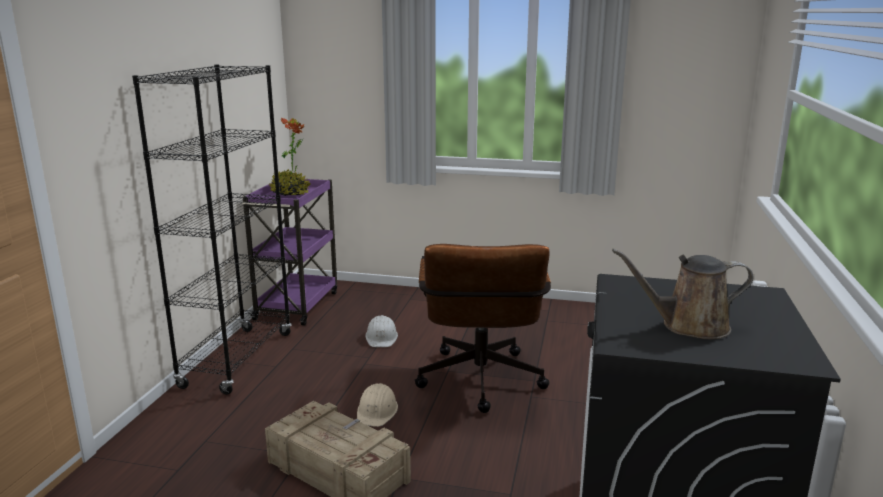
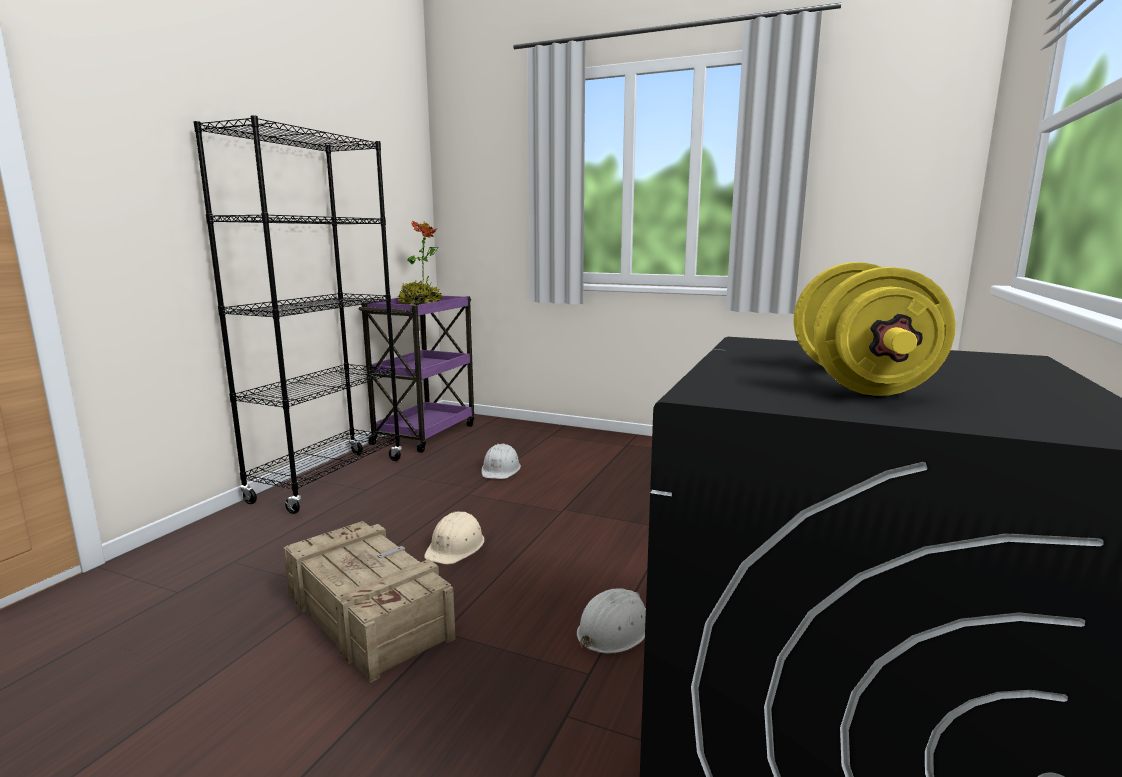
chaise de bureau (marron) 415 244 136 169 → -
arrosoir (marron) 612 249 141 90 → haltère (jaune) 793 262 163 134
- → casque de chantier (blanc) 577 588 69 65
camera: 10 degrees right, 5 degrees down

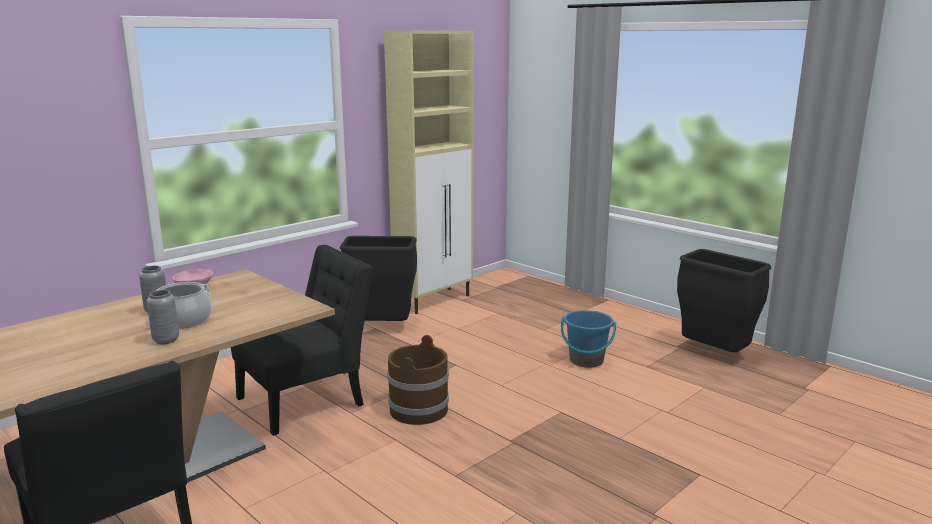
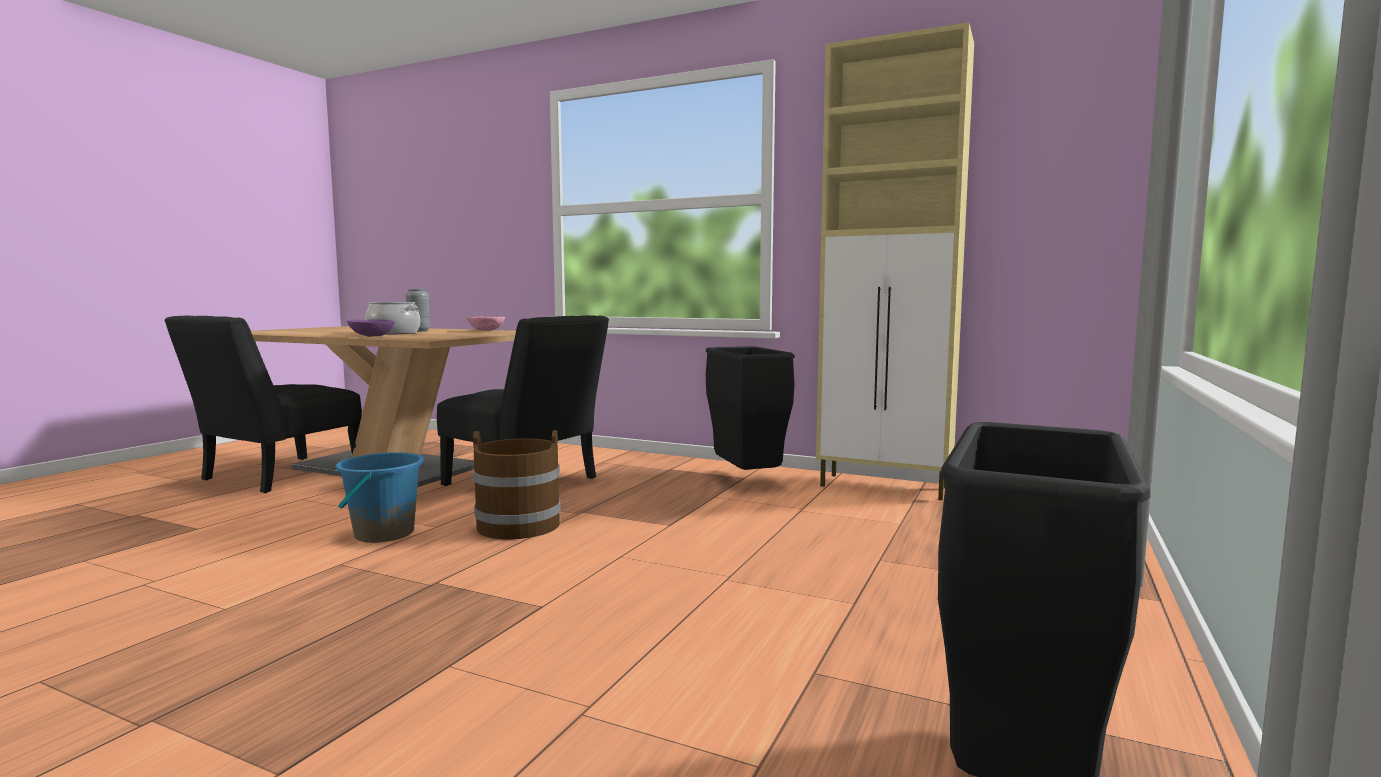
vase (gris) 147 290 32 55 → -
seau (bleu) 561 310 55 58 → seau (bleu) 336 452 88 91, moved
- → bol (violet) 347 319 48 18
camera: 70 degrees right, 10 degrees down

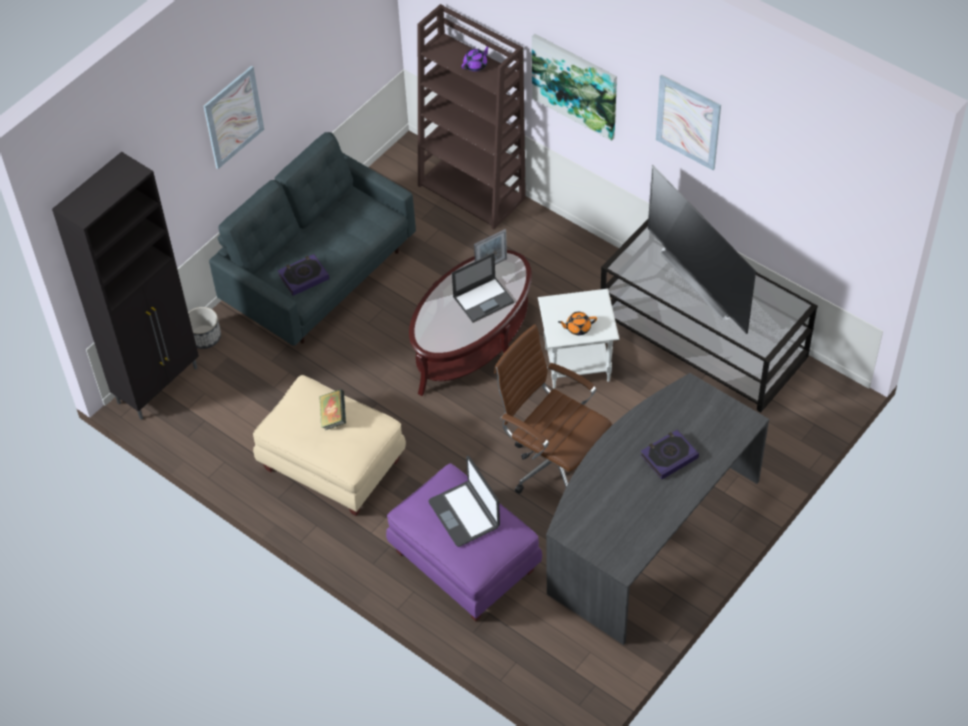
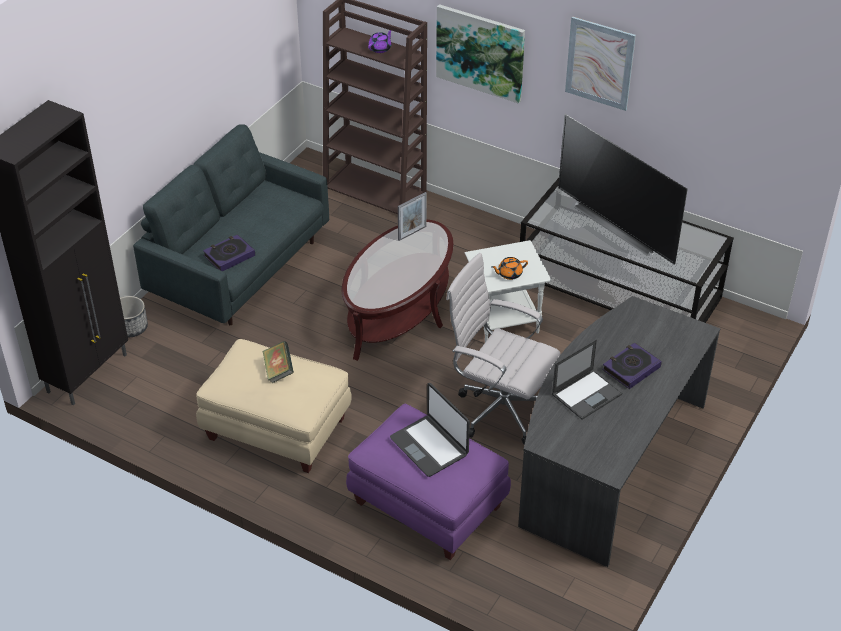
tableau 203 66 61 103 → -
ordinateur portable 452 253 62 69 → ordinateur portable 552 339 70 81, moved
chaise de bureau (marron) 494 324 117 170 → chaise de bureau (blanc) 446 253 114 192
camera: 10 degrees left, 10 degrees down

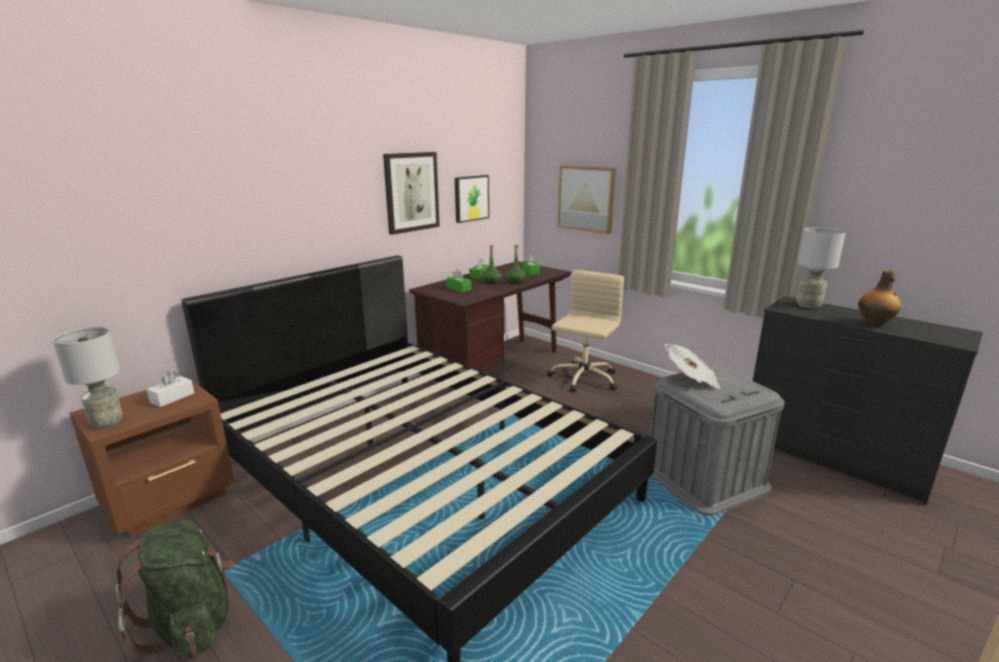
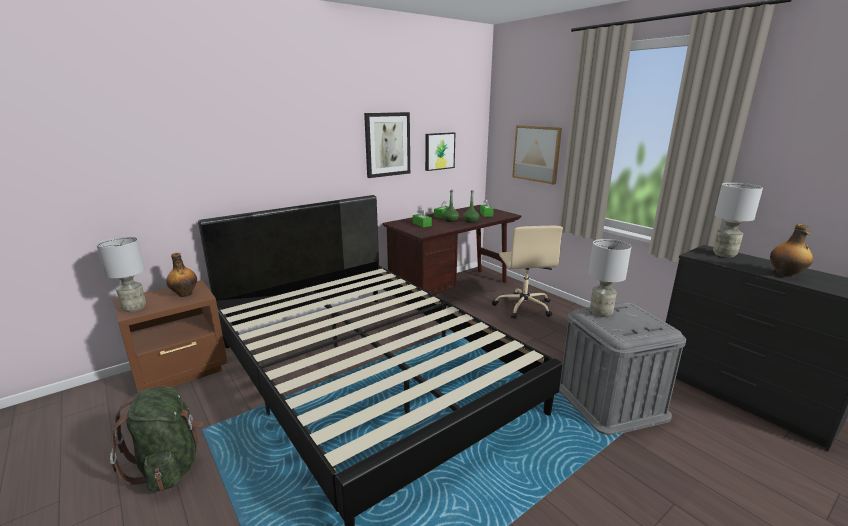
boîte à mouchoirs (blanc) 147 371 47 36 → bouteille 166 253 31 44
chaise de bureau (beige) 547 270 77 122 → chaise de bureau (beige) 492 226 71 93, 135 degrees clockwise
journal 665 344 56 45 → lampe de table (gris) 588 239 43 78
camera: 10 degrees right, 0 degrees up

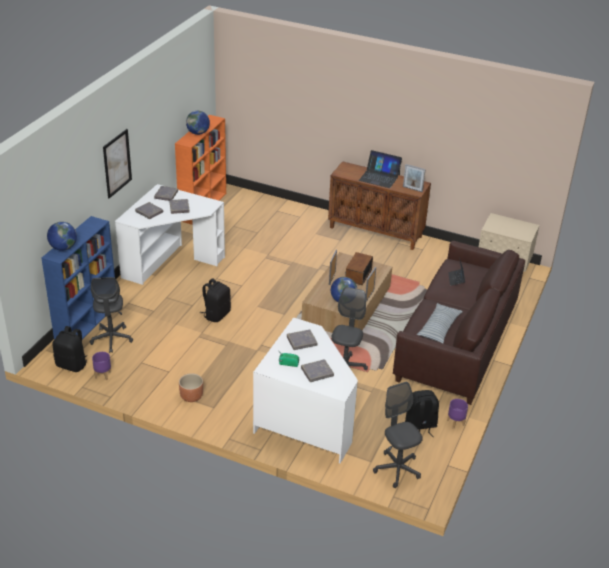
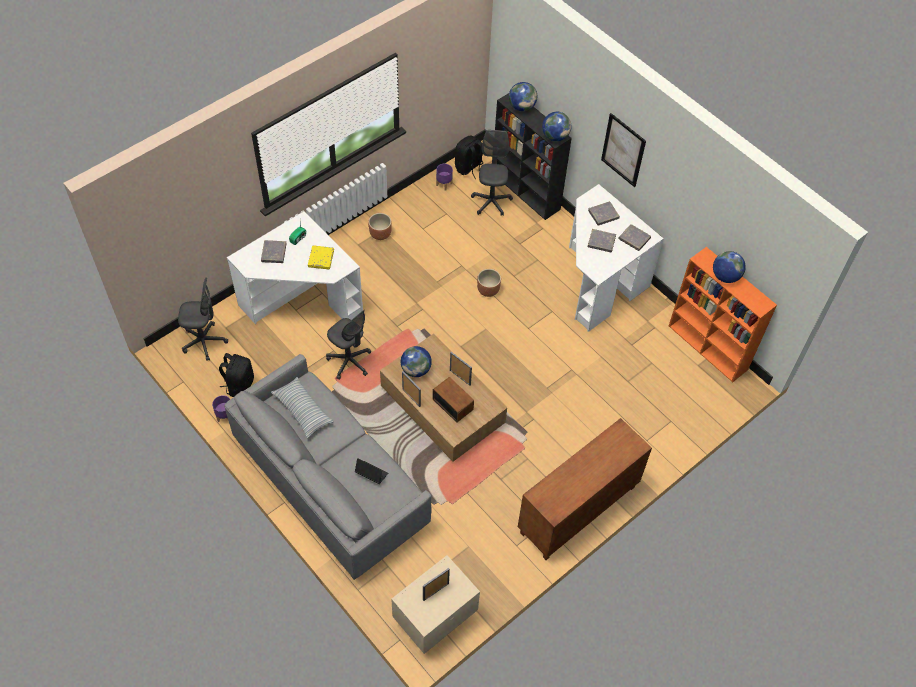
bibliothèque (bleu) 41 216 74 124 → bibliothèque (noir) 495 93 77 127
chaise de bureau (gris) 90 277 43 76 → chaise de bureau (gris) 471 130 42 86, 75 degrees clockwise
sac à dos (noir) 200 278 31 44 → cache-pot (marron) 477 269 24 28
livre (gris) 287 330 31 20 → livre (jaune) 308 245 26 24
ordinateur portable 359 150 43 38 → -
canapé (marron) 393 241 132 164 → canapé (gris) 224 354 208 226
cadre photo 403 164 23 28 → cadre photo 423 568 27 33, moved
- → globe 542 112 30 29
camera: 115 degrees right, 20 degrees up

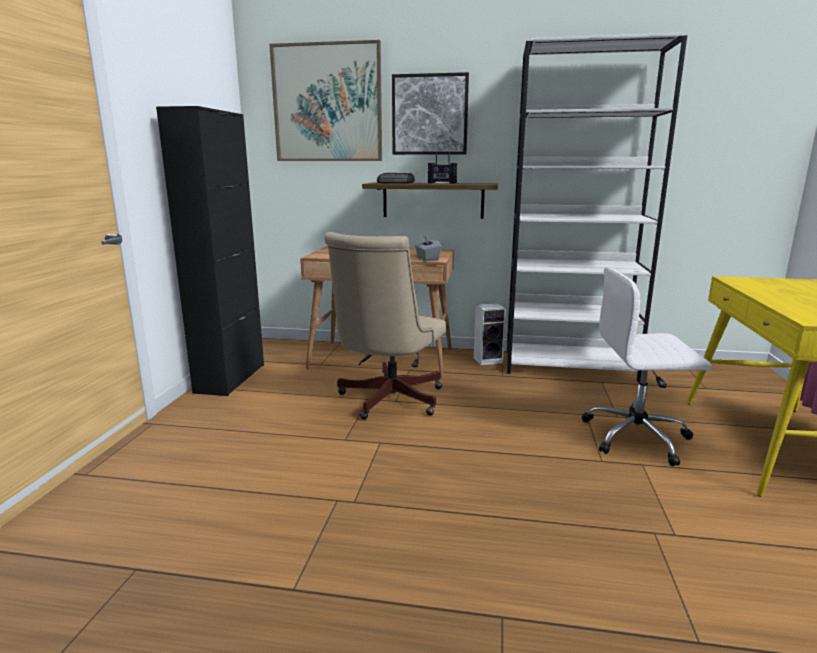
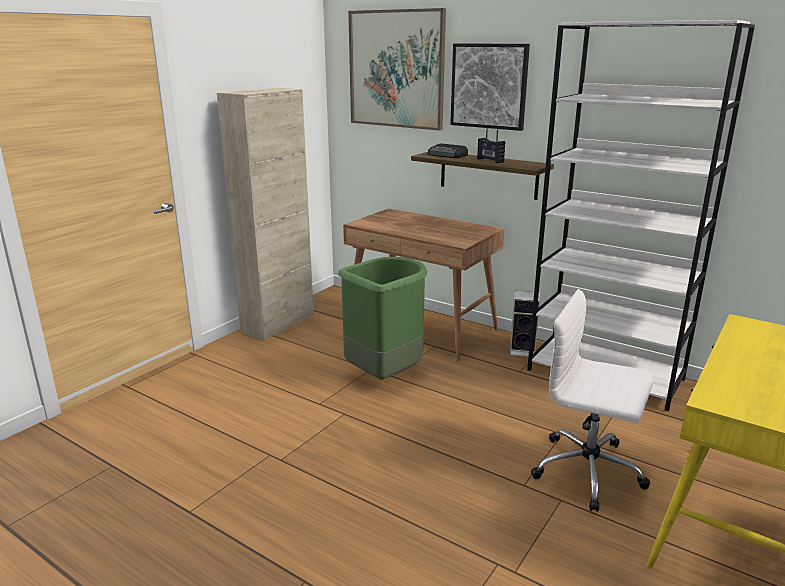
meuble de rangement (noir) 156 106 108 290 → meuble de rangement (beige) 217 88 97 253
chaise de bureau (beige) 324 232 122 188 → poubelle (vert) 338 257 89 123
boîte à mouchoirs (gris) 415 235 26 26 → -
camera: 25 degrees right, 5 degrees up

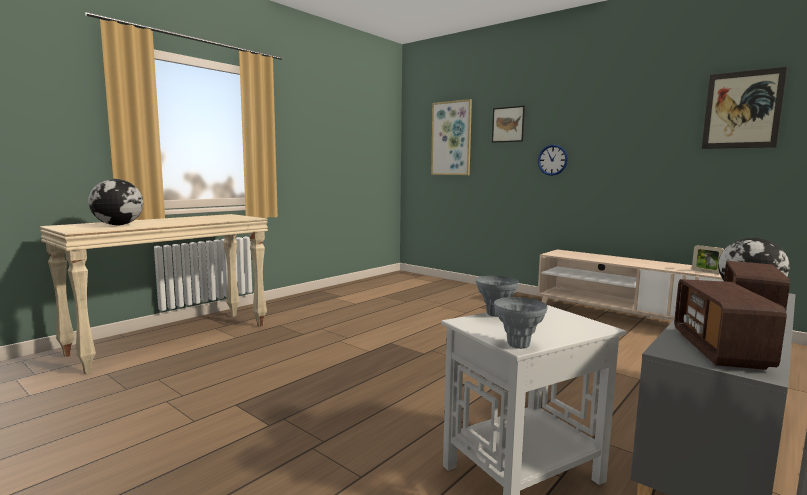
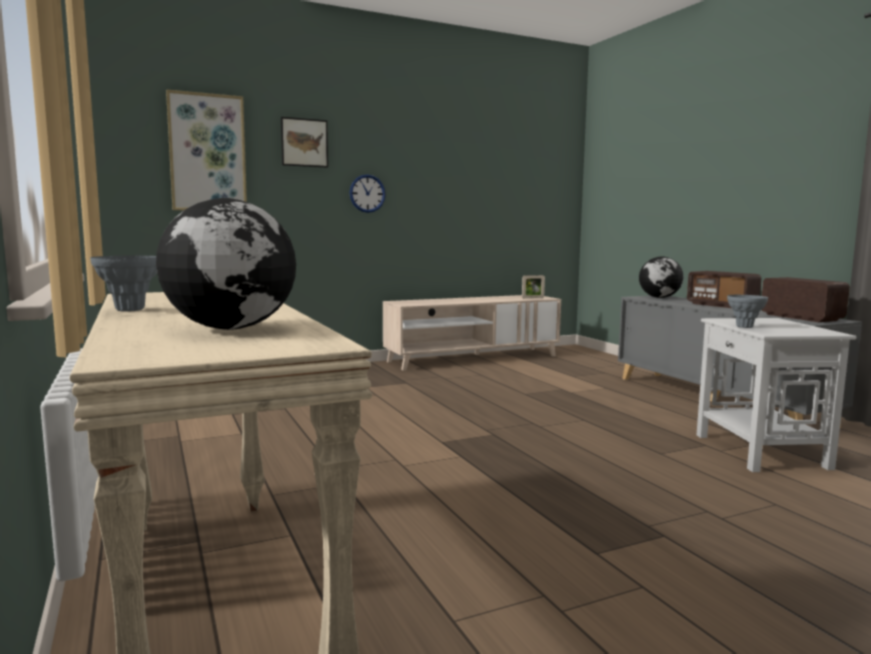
vase (gris) 494 297 53 52 → vase (gris) 90 256 67 56, moved
radio 674 279 113 91 → radio 762 277 88 45, 150 degrees counterclockwise
tableau 702 67 85 82 → -
camera: 65 degrees left, 0 degrees up

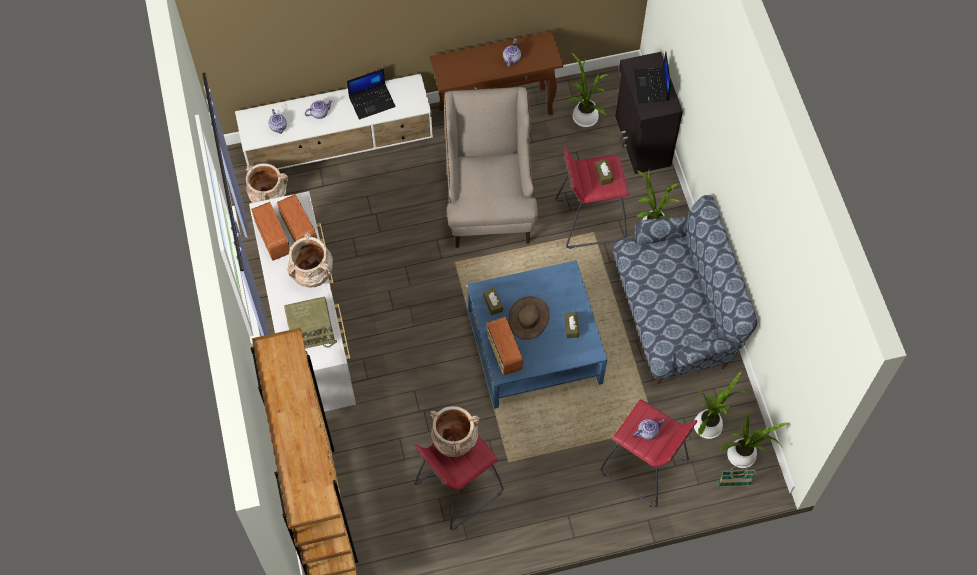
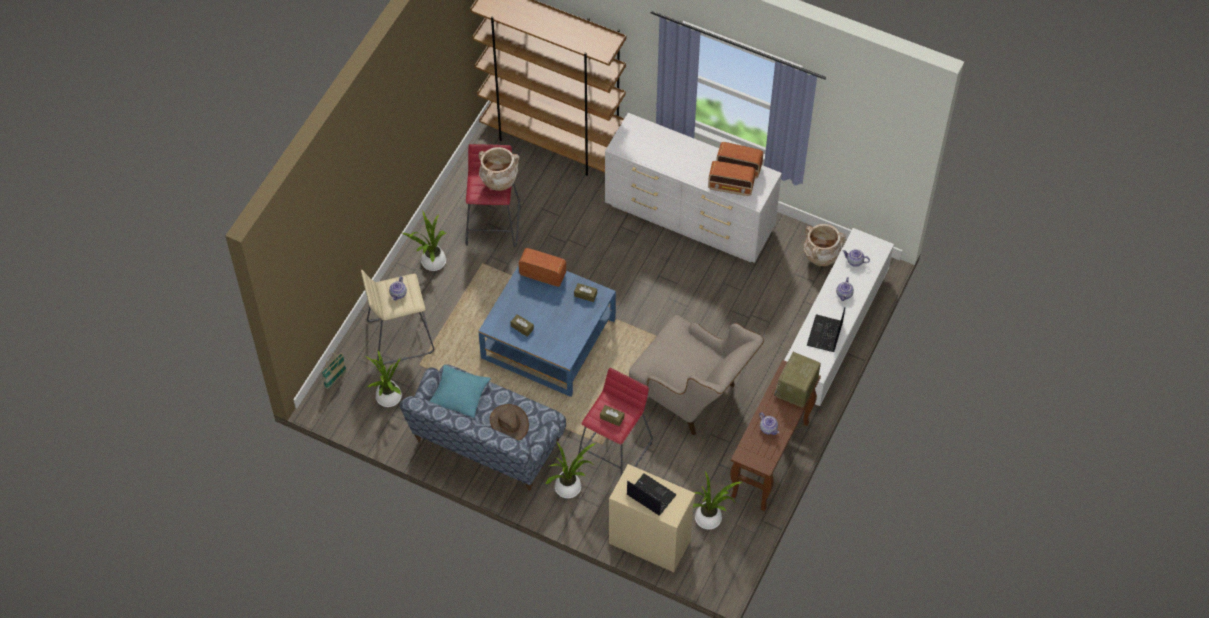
radio 284 297 53 52 → radio 774 352 47 56, moved
vase (beige) 287 232 46 55 → -
chapeau (marron) 509 296 41 44 → chapeau (marron) 490 404 39 37, moved
tabouret (rouge) 601 399 96 109 → tabouret (beige) 361 270 73 95
meuble de rangement (noir) 615 52 68 122 → meuble de rangement (beige) 609 464 86 108
plante en pot 720 409 69 59 → plante en pot 402 210 44 61, moved
- → coussin (turquoise) 430 365 61 53
camera: 130 degrees right, 5 degrees down

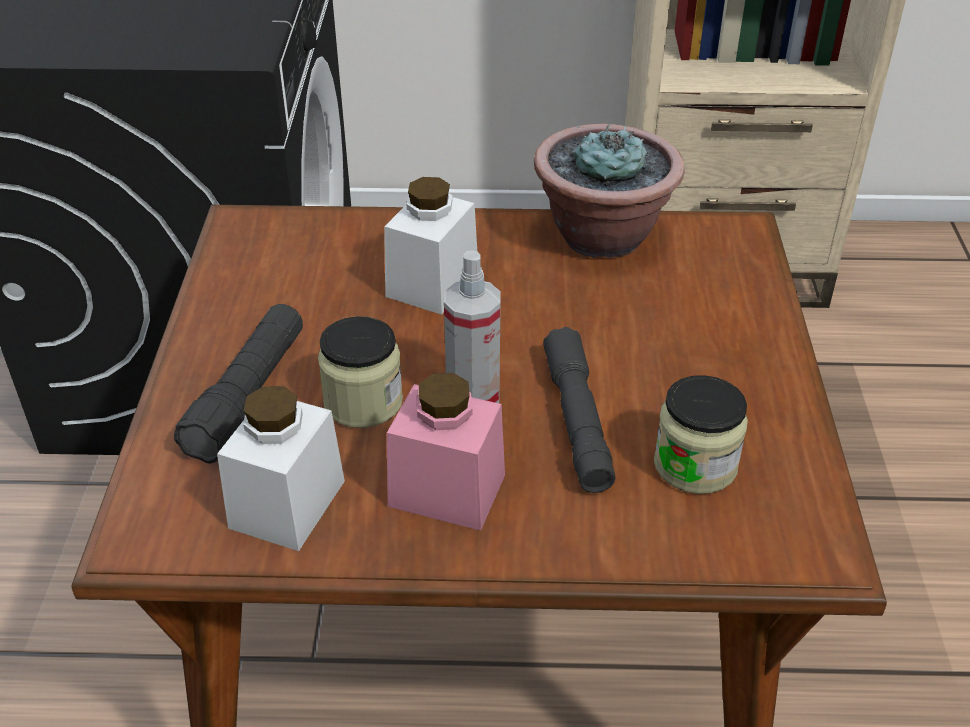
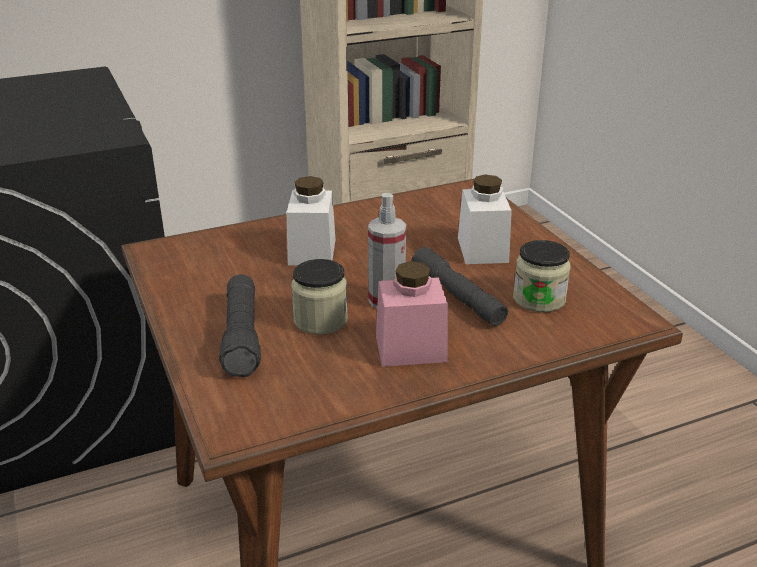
bocal (blanc) 217 386 128 165 → bocal (blanc) 458 174 54 90, moved
plante en pot 534 124 151 134 → -
camera: 25 degrees left, 10 degrees down

